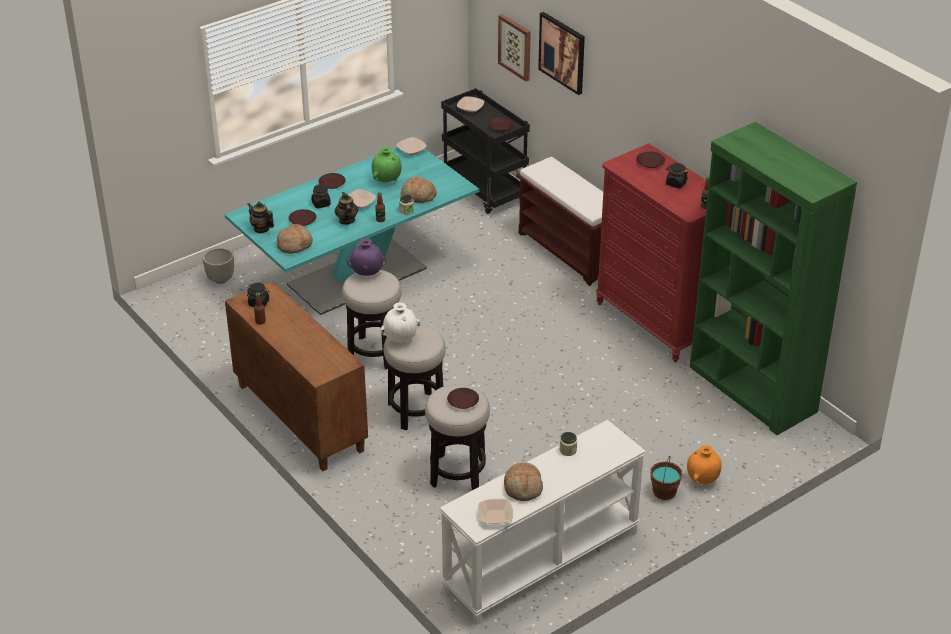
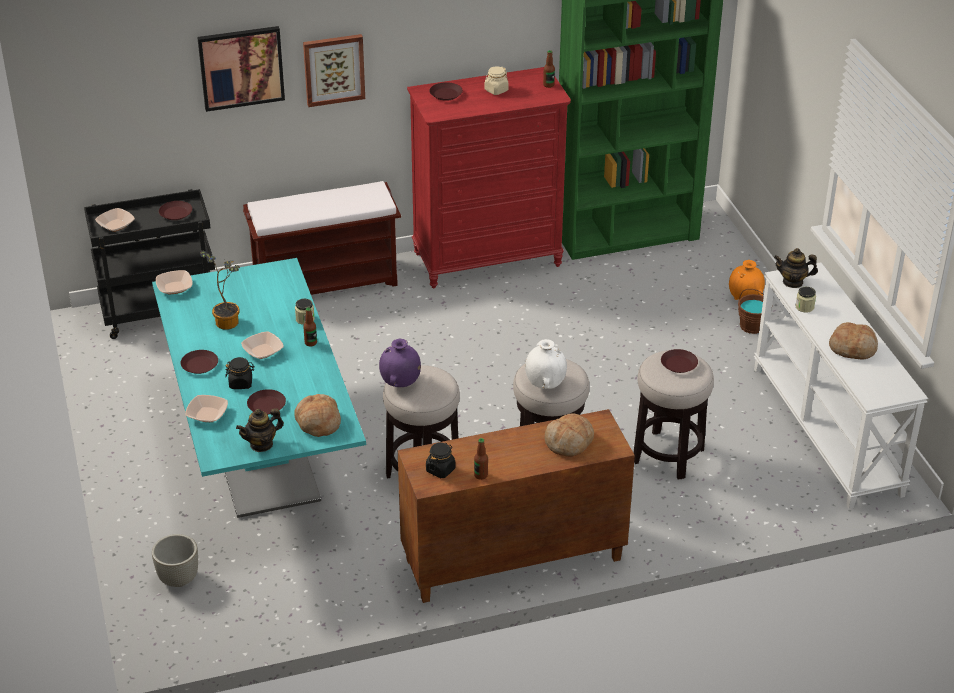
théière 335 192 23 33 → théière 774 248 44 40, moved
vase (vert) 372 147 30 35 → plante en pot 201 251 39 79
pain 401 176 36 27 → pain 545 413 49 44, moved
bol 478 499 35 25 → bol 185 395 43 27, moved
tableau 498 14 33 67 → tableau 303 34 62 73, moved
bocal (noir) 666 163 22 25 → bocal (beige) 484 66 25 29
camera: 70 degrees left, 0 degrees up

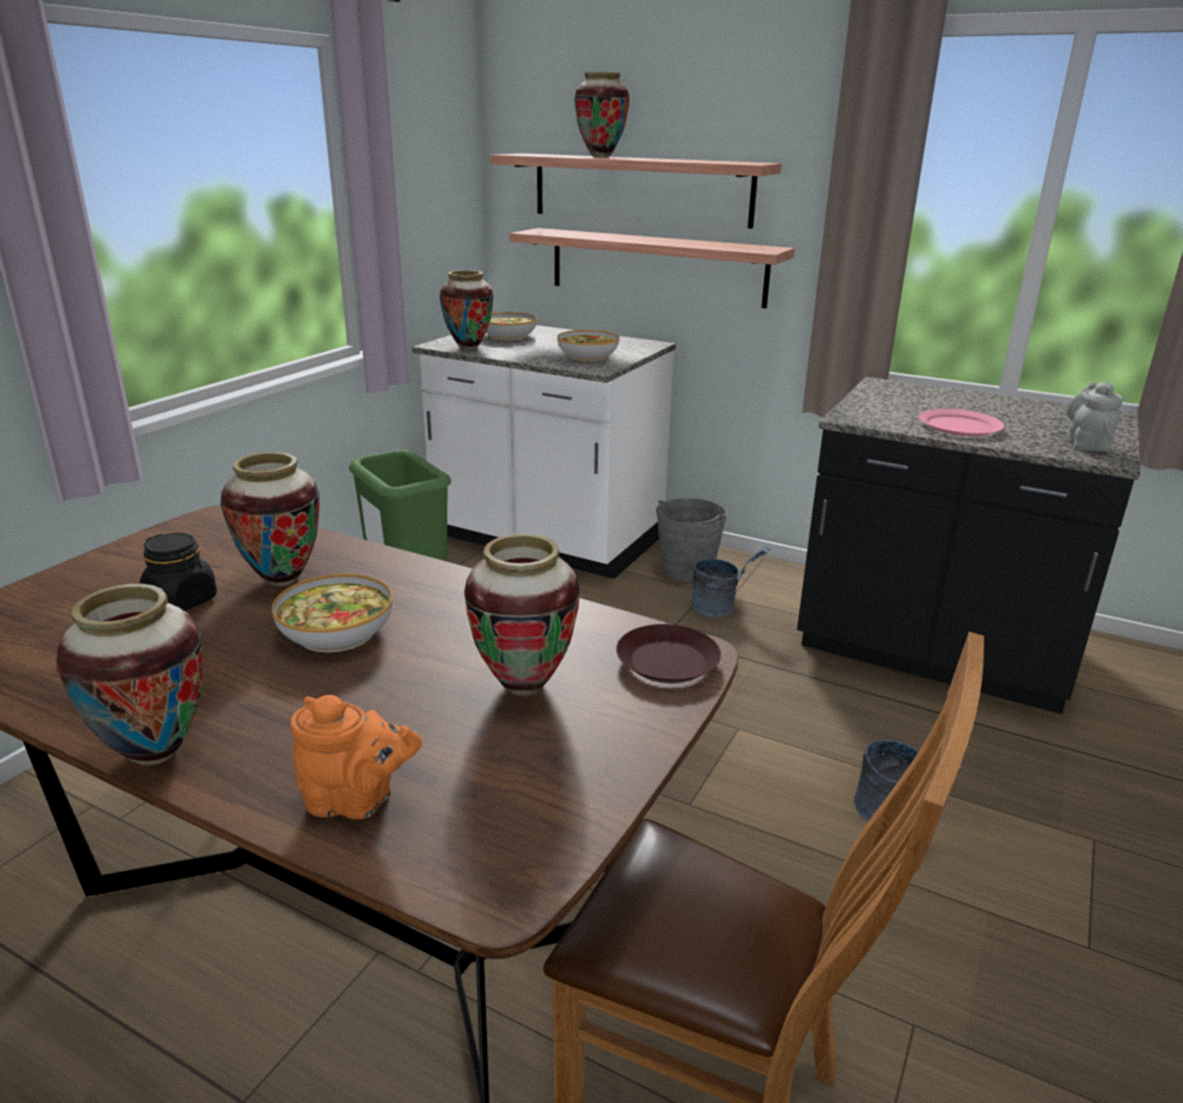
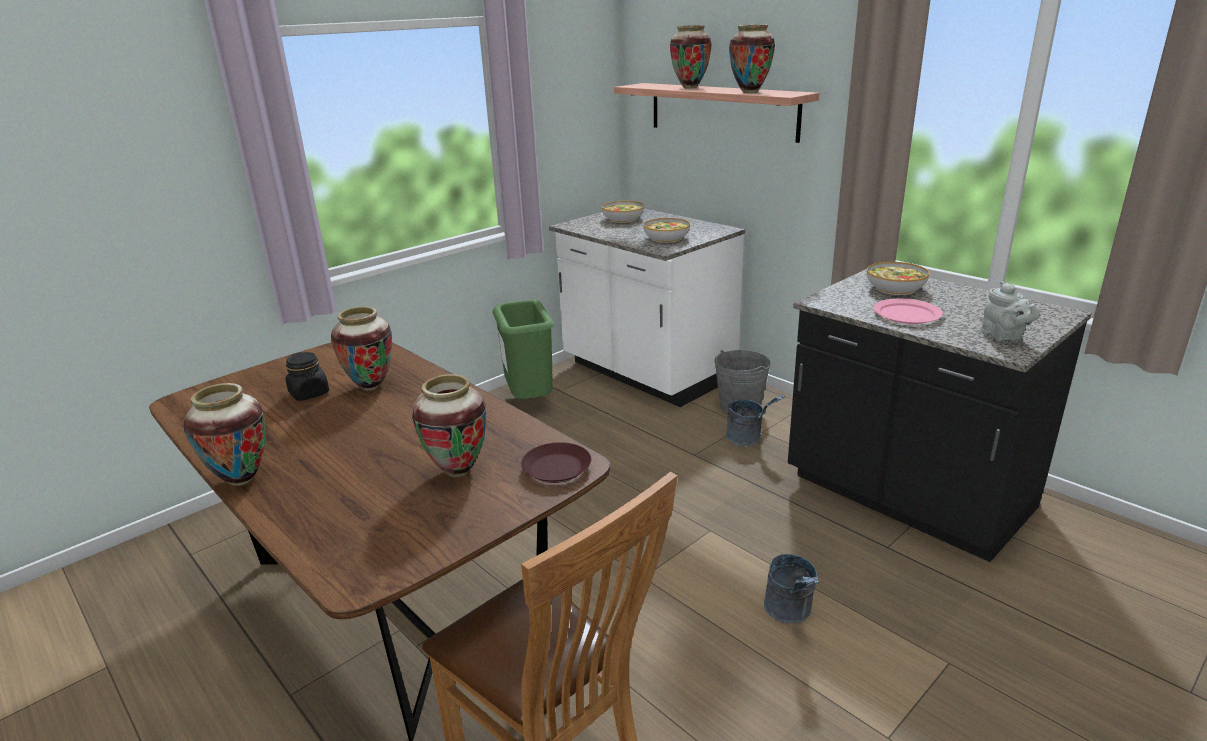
bol 272 574 120 79 → bol 867 262 63 33, moved
théière (orange) 290 695 132 124 → -
vase 440 270 53 80 → vase 729 25 46 68, moved
étagère 509 228 286 80 → -
théière (gris) 1067 381 56 71 → théière (gris) 982 281 58 62, 135 degrees clockwise
camera: 20 degrees right, 0 degrees up

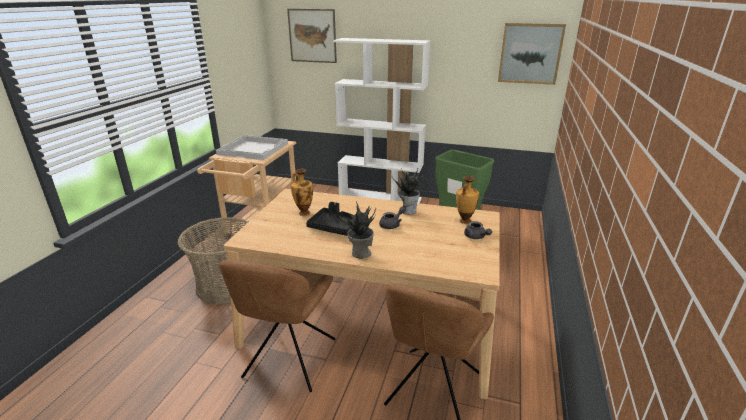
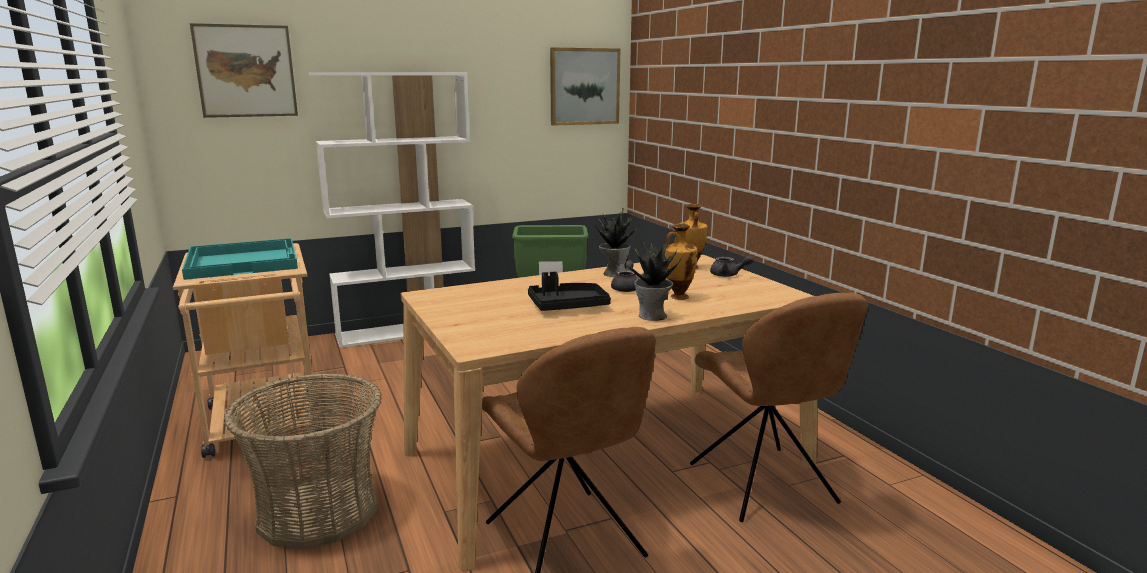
plateau (blanc) 216 135 72 25 → plateau (turquoise) 182 238 116 42
vase 291 169 22 47 → vase 665 224 32 76, moved
camera: 40 degrees left, 10 degrees down

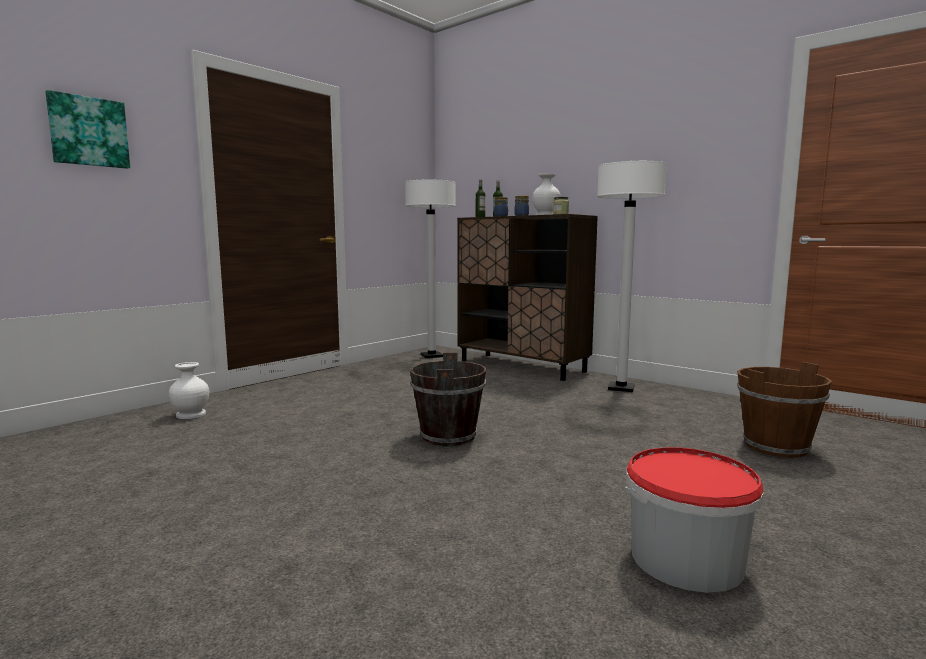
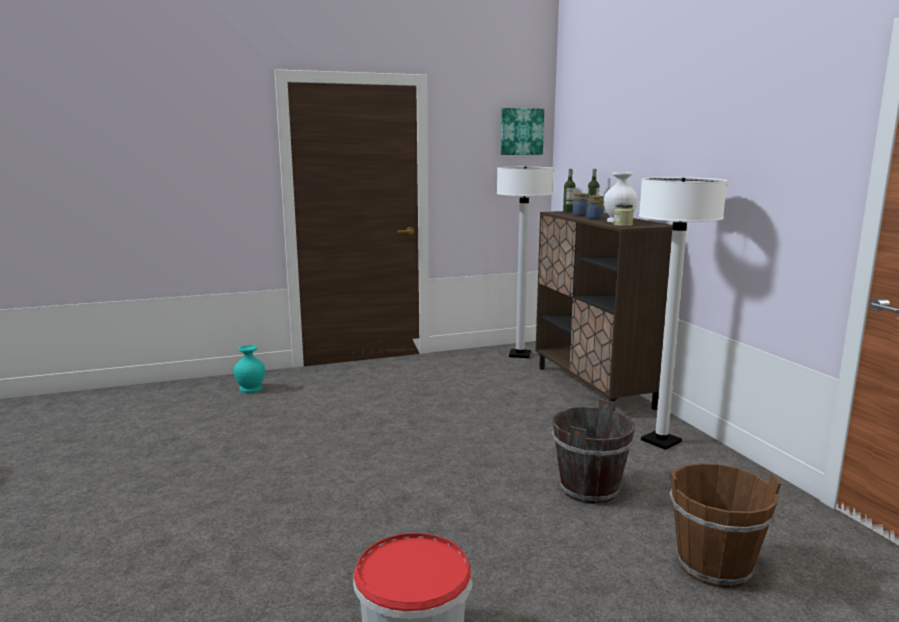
tableau 45 90 85 79 → tableau 501 108 43 47, moved
vase (blanc) 169 362 40 57 → vase (turquoise) 234 345 31 48
seau (marron) 410 353 76 93 → seau (marron) 552 399 83 105, moved
camera: 30 degrees right, 5 degrees up

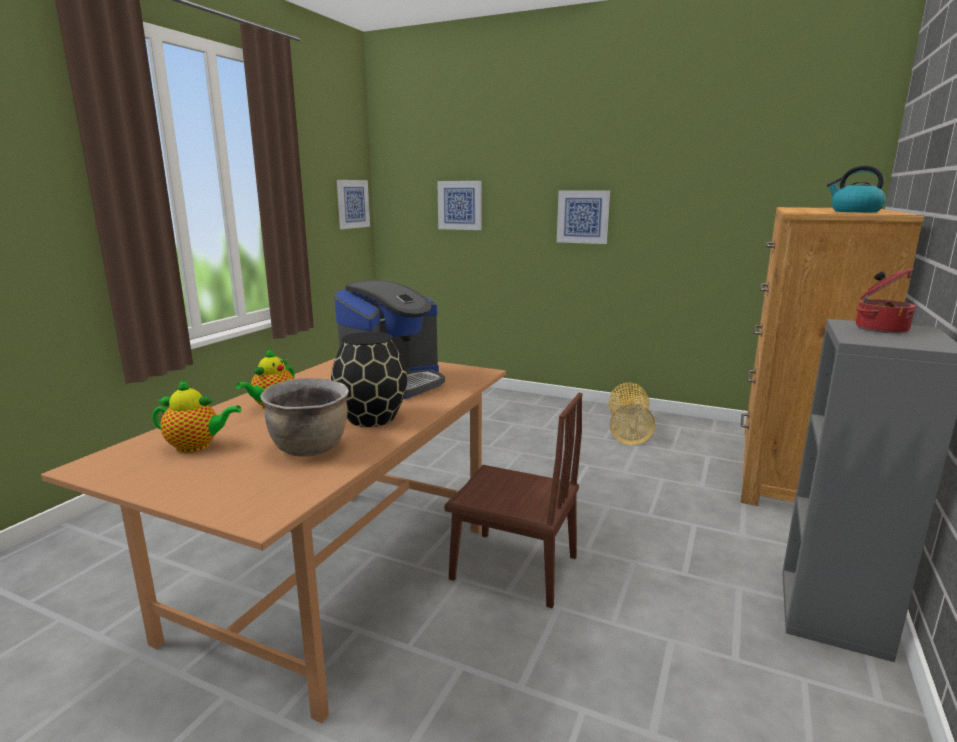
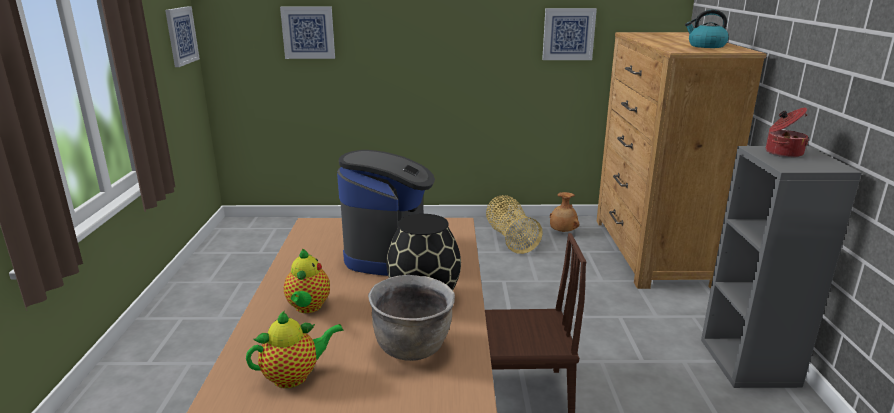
tableau 557 190 53 54 → tableau 542 8 55 52, moved
- → vase (marron) 550 192 29 40
camera: 25 degrees left, 5 degrees up

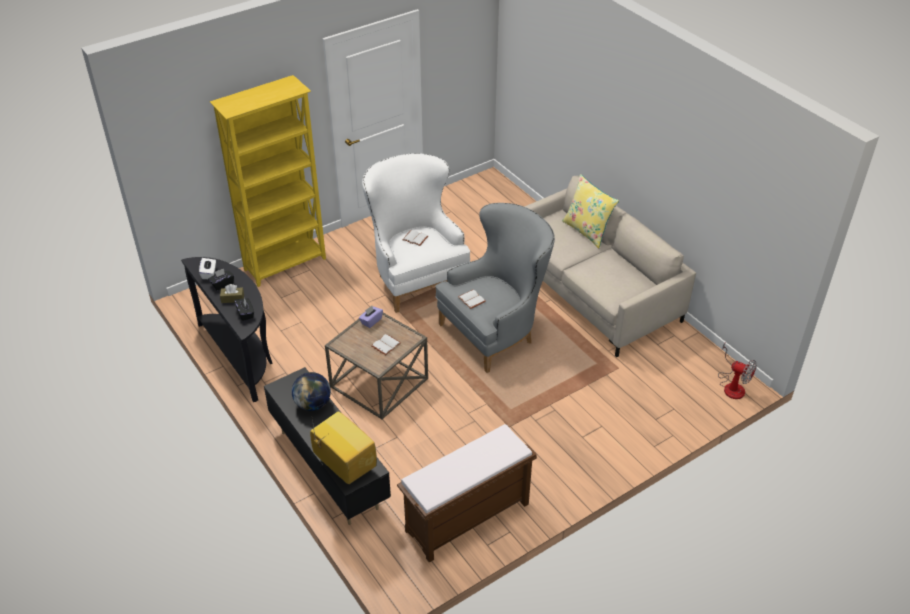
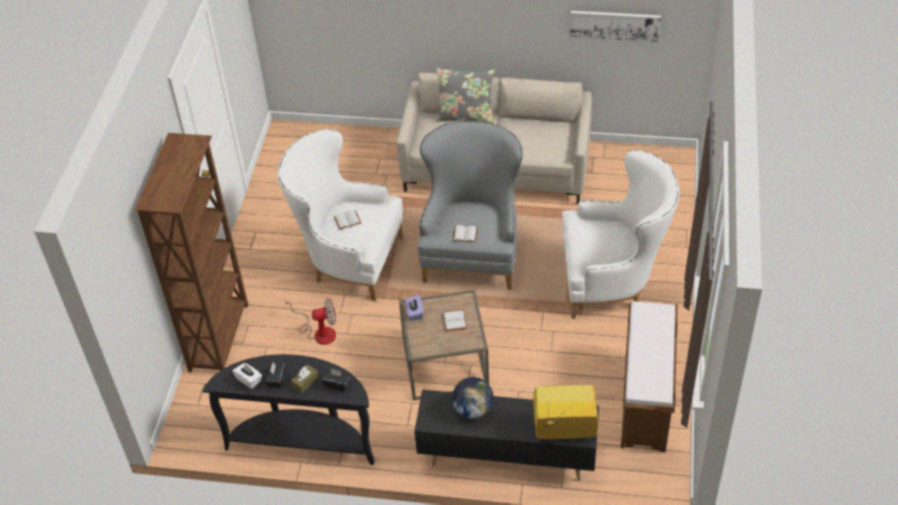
bibliothèque (jaune) 210 75 116 212 → bibliothèque (marron) 135 133 113 239
coussin (jaune) 562 174 57 74 → coussin (gris) 436 68 59 56
ventilateur 718 343 39 56 → ventilateur 285 299 51 46, moved
- → fauteuil (blanc) 562 150 117 169
- → tableau 570 11 91 31
camera: 45 degrees left, 5 degrees up

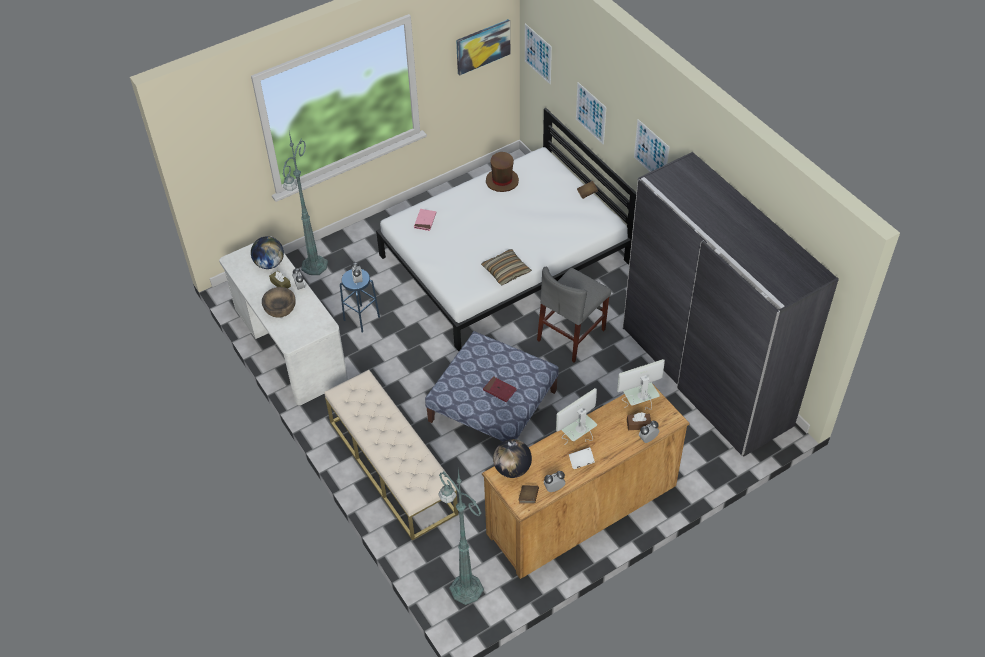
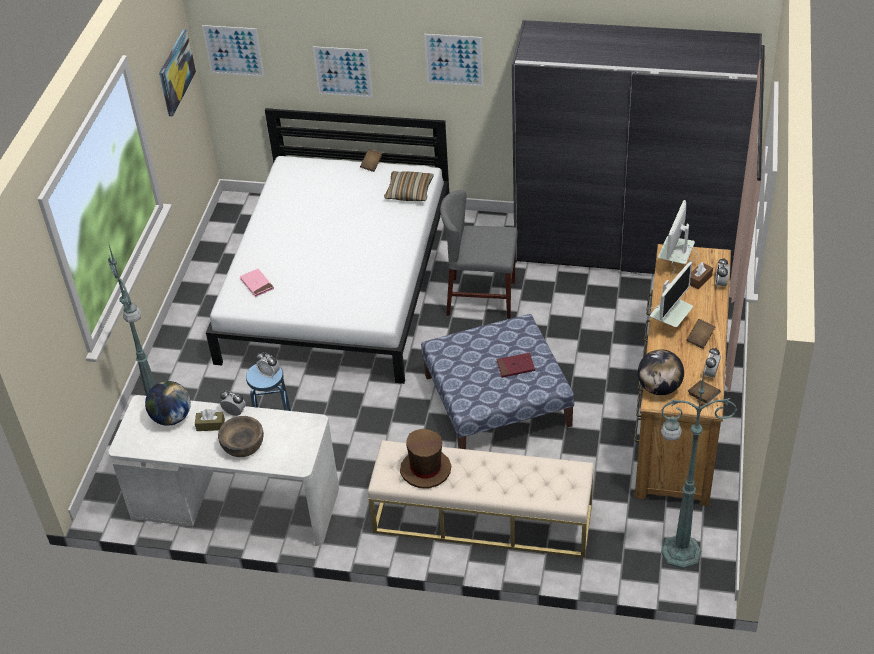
coussin 481 249 51 36 → coussin 384 171 49 30, moved
chapeau (marron) 486 152 33 40 → chapeau (marron) 400 429 51 60, moved
chaise (gris) 537 267 74 95 → chaise (gris) 440 190 78 128, 105 degrees clockwise
écran d'ordinateur 556 388 41 57 → écran d'ordinateur 649 262 44 65, 150 degrees counterclockwise
livre (blanc) 569 447 26 22 → livre (marron) 687 319 28 30
camera: 45 degrees left, 5 degrees down

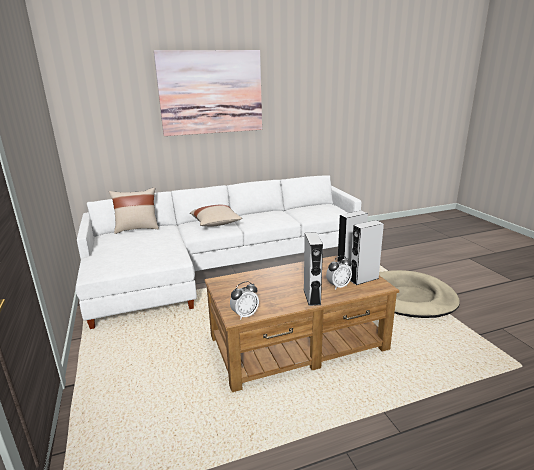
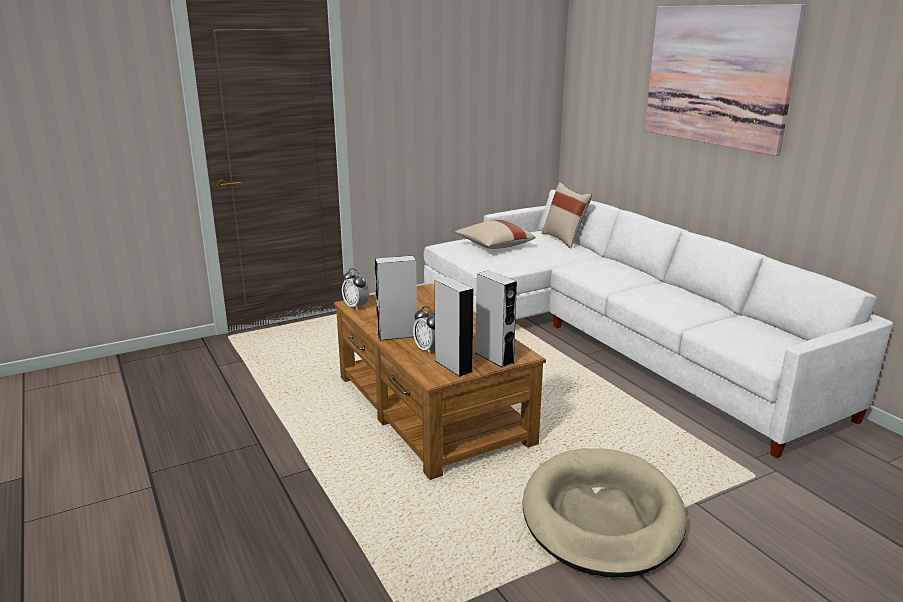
coussin (beige) 190 205 52 22 → coussin (beige) 455 220 80 29, moved
camera: 80 degrees right, 0 degrees up

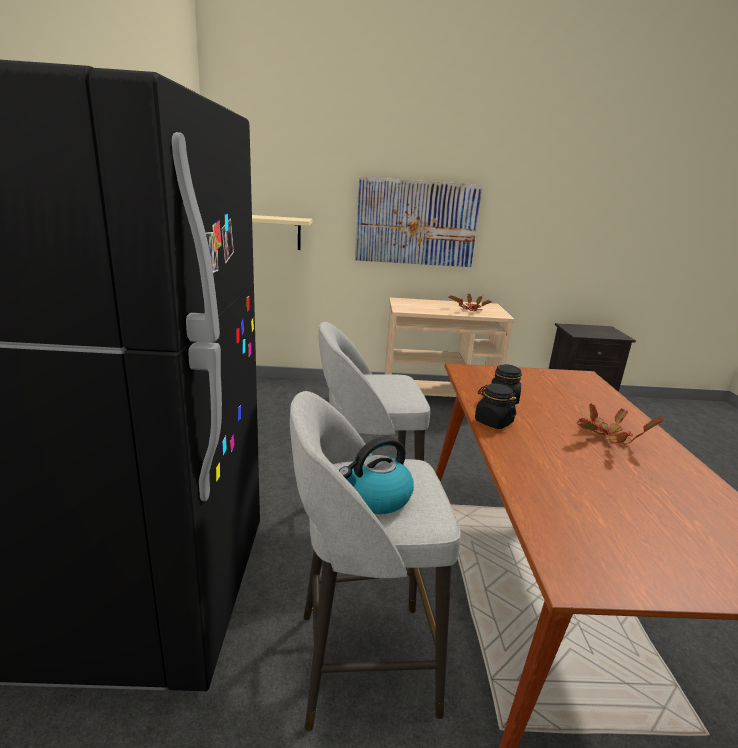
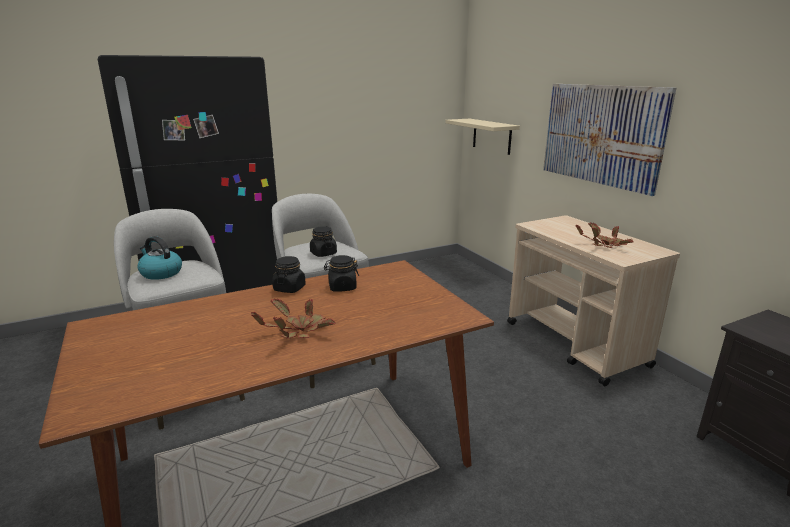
- → bocal (noir) 310 226 27 31
camera: 65 degrees right, 0 degrees up

